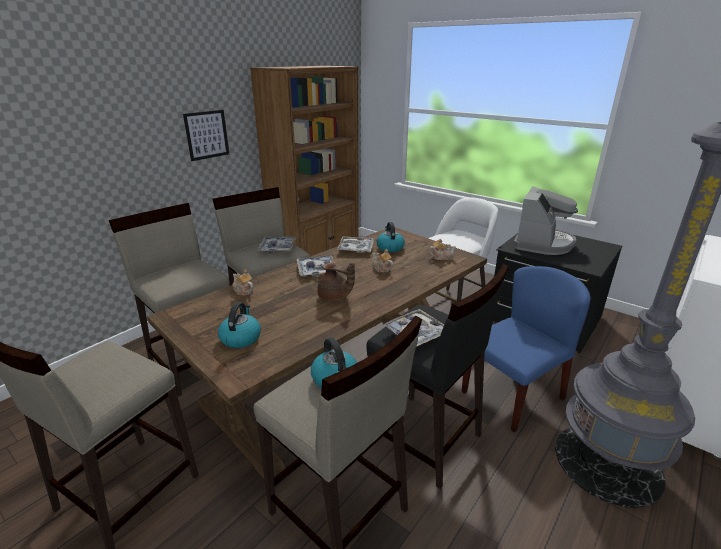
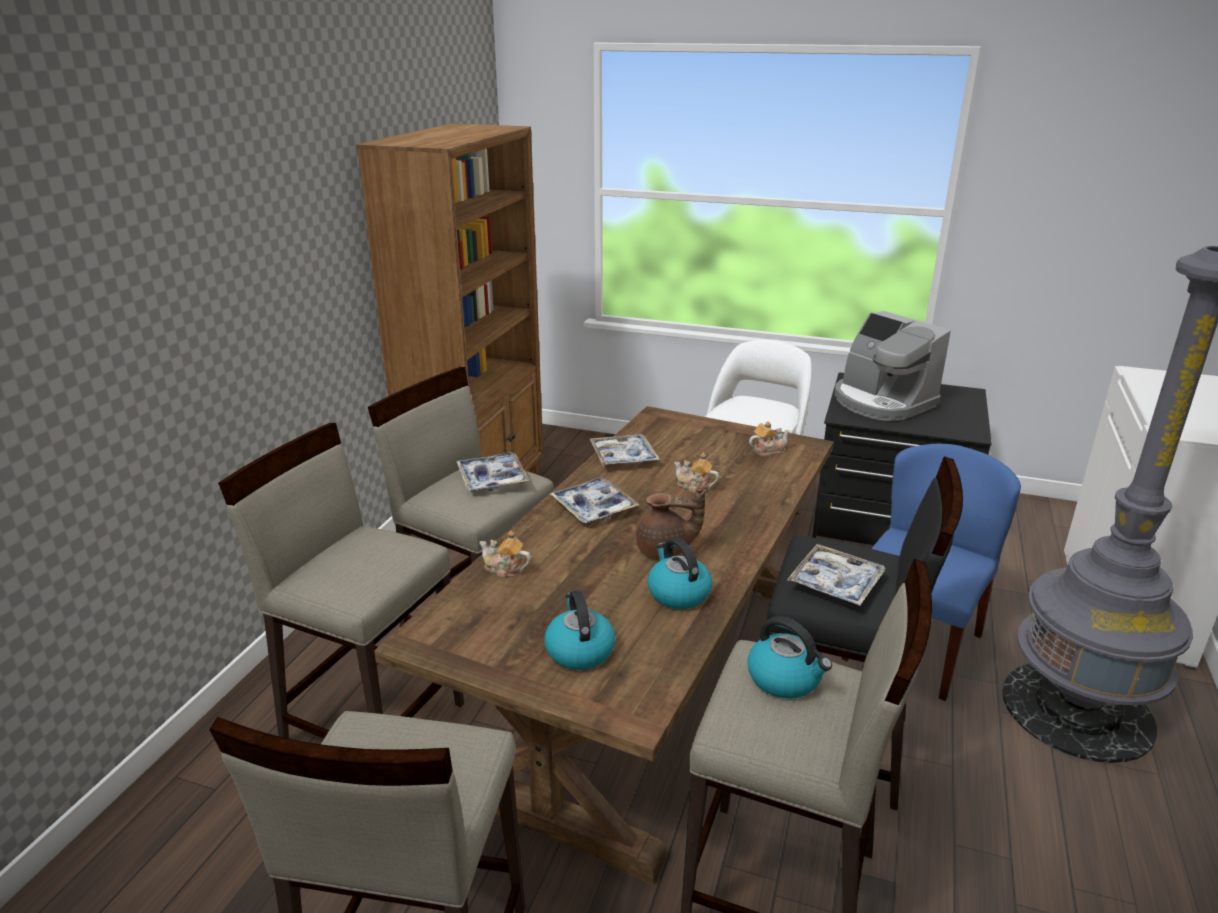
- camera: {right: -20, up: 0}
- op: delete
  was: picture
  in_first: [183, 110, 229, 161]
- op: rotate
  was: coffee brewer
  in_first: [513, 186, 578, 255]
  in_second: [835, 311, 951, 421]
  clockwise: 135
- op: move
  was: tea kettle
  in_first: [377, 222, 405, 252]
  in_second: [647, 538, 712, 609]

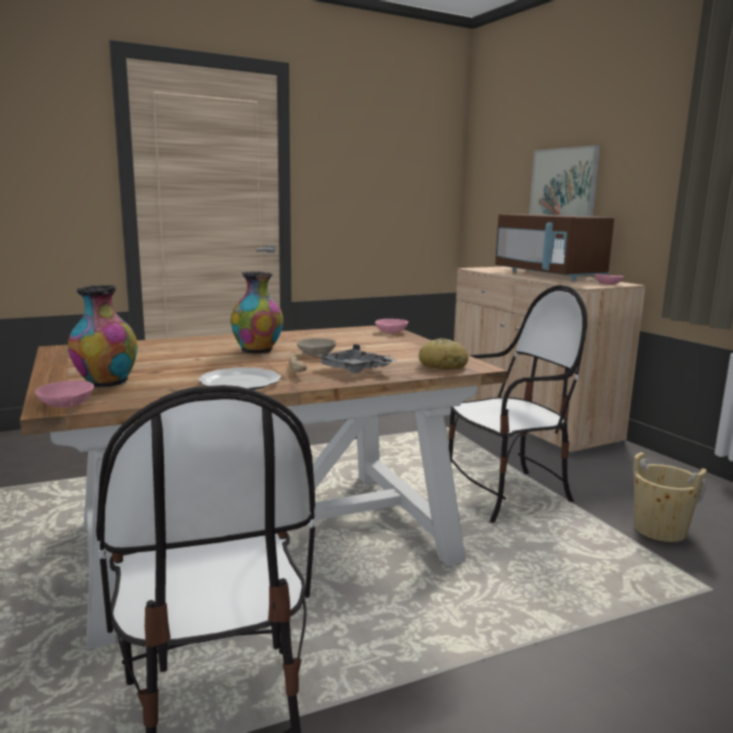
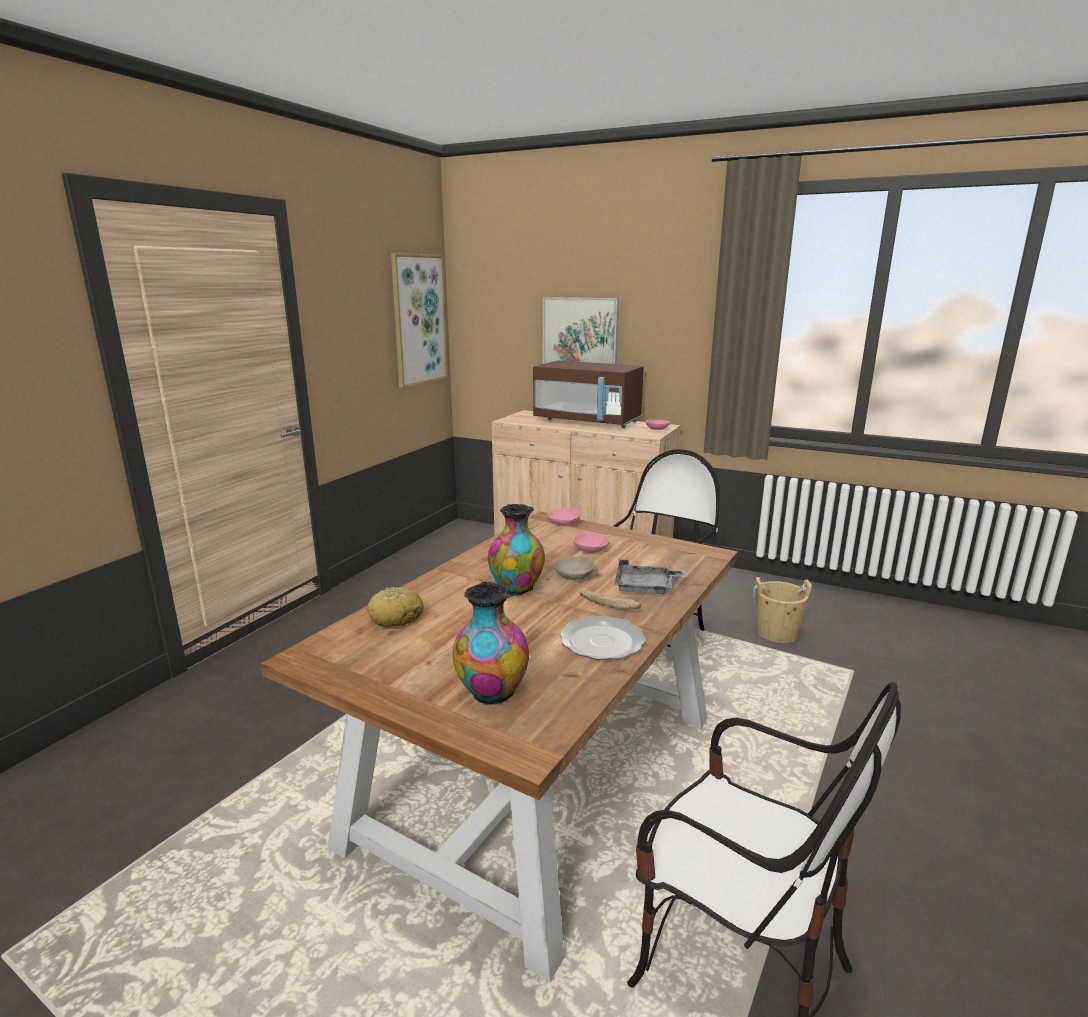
- camera: {right: -35, up: 5}
- op: move
  was: bread
  in_first: [419, 338, 468, 369]
  in_second: [367, 587, 424, 627]
- op: move
  was: pink-coloured serving bowl
  in_first: [35, 381, 94, 407]
  in_second: [573, 532, 609, 553]
- op: insert
  now: picture
  in_second: [391, 253, 448, 388]

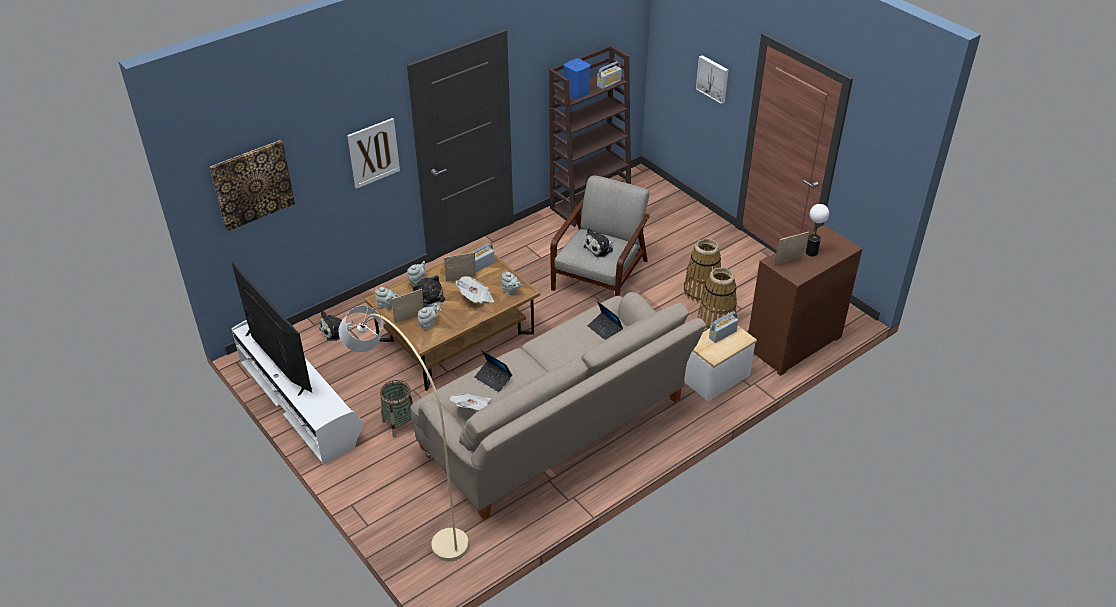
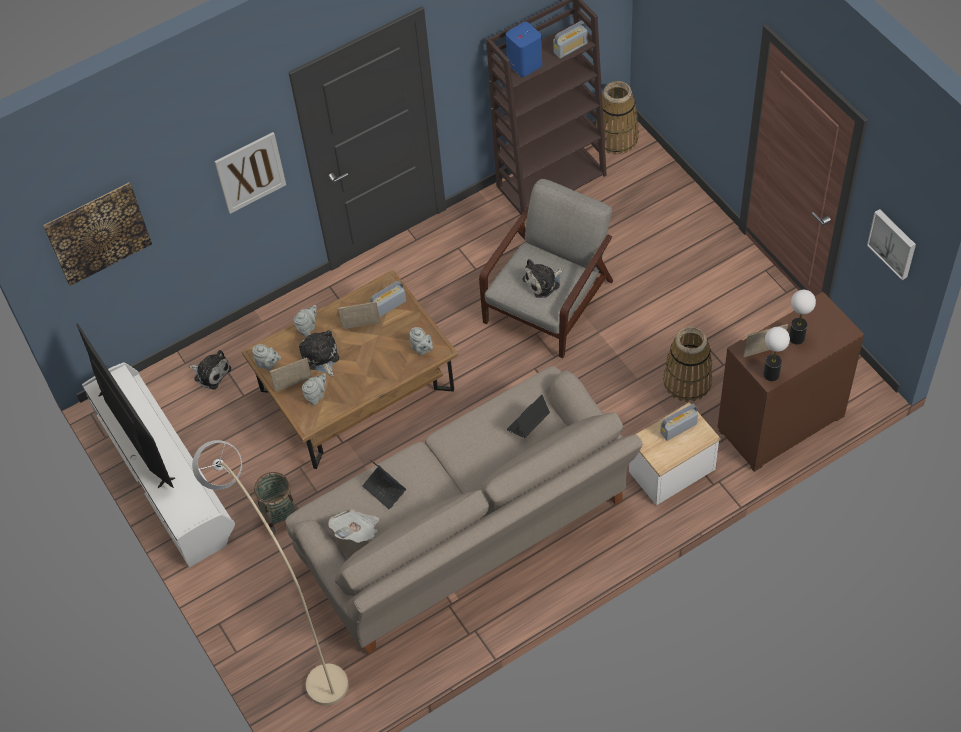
- camera: {right: 10, up: 15}
- op: move
  was: picture
  in_first: [696, 55, 729, 104]
  in_second: [867, 209, 916, 280]
- op: move
  was: basket
  in_first: [684, 239, 721, 302]
  in_second: [596, 81, 639, 155]
- op: delete
  was: newspaper
  in_first: [456, 276, 494, 303]
- op: rotate
  was: notebook computer
  in_first: [588, 301, 623, 340]
  in_second: [507, 394, 550, 438]
  clockwise: 75
- op: rotate
  was: plush toy
  in_first: [319, 310, 353, 341]
  in_second: [189, 350, 231, 390]
  clockwise: -120
- op: insert
  now: lamp for a table
  in_second: [763, 327, 790, 381]

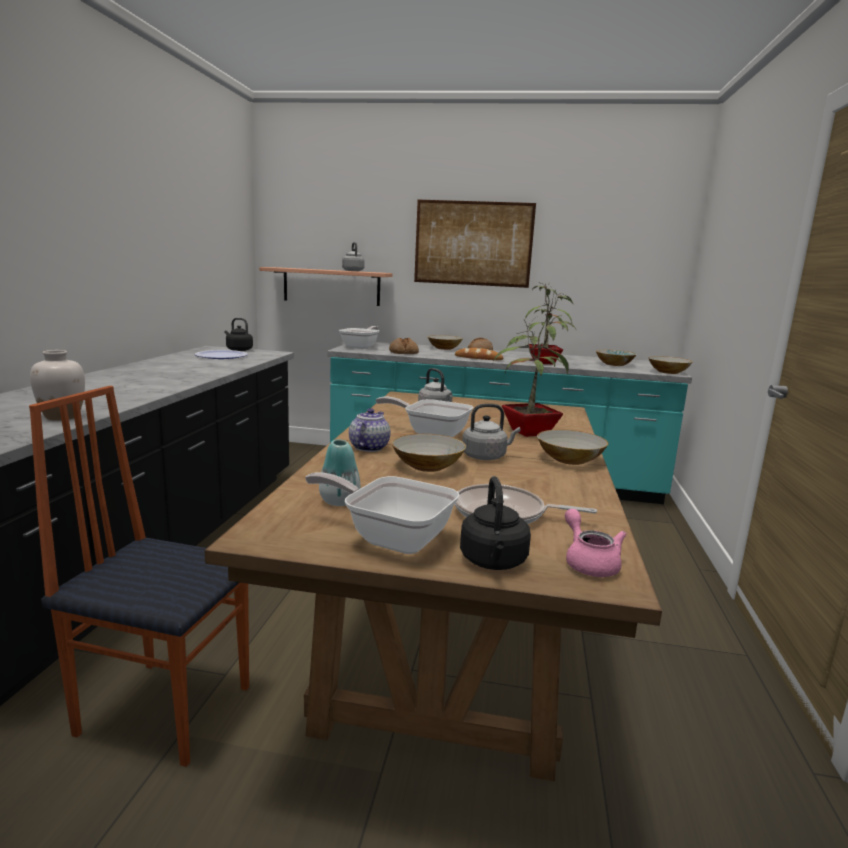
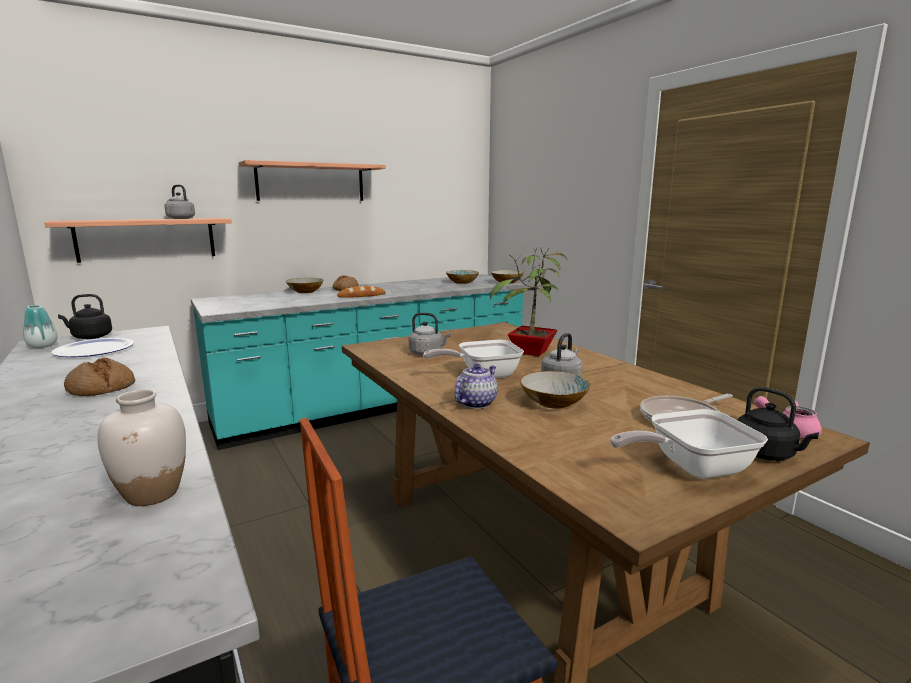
- camera: {right: -40, up: 0}
- op: replace
  was: picture
  now: wall shelf
  in_first: [414, 200, 536, 288]
  in_second: [239, 160, 386, 201]
- op: delete
  was: potted plant
  in_first: [525, 282, 574, 364]
- op: delete
  was: skillet
  in_first: [339, 326, 380, 349]
- op: move
  was: bread
  in_first: [389, 338, 419, 354]
  in_second: [64, 358, 135, 396]
- op: rotate
  was: tea pot
  in_first: [349, 408, 391, 452]
  in_second: [454, 364, 498, 409]
  clockwise: 60
- op: delete
  was: serving bowl
  in_first: [537, 429, 608, 465]
- op: move
  was: decorative vase
  in_first: [319, 439, 361, 506]
  in_second: [23, 305, 58, 348]

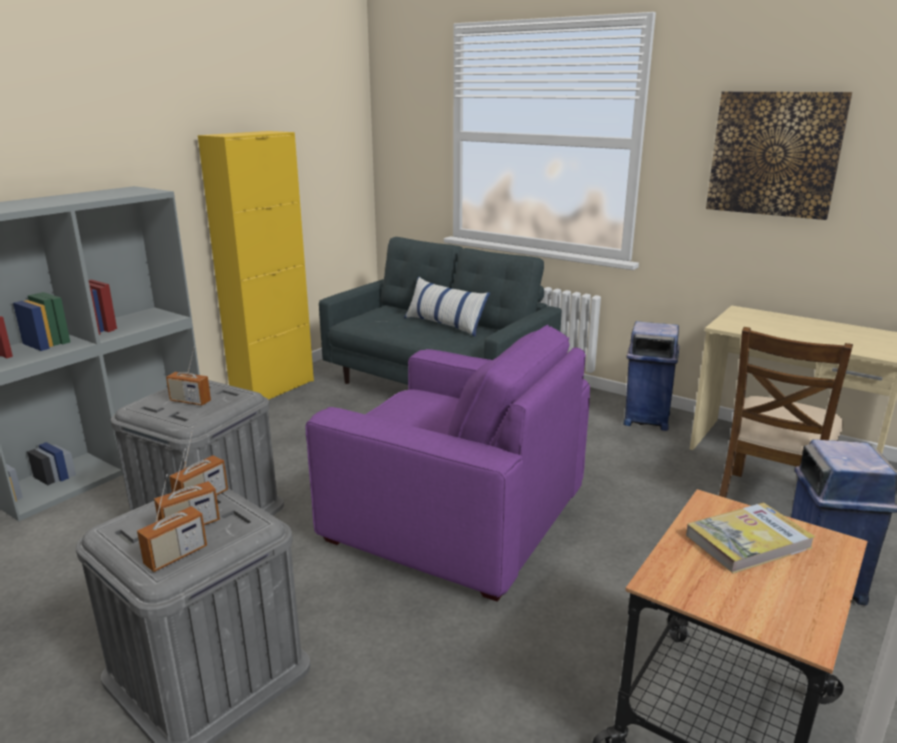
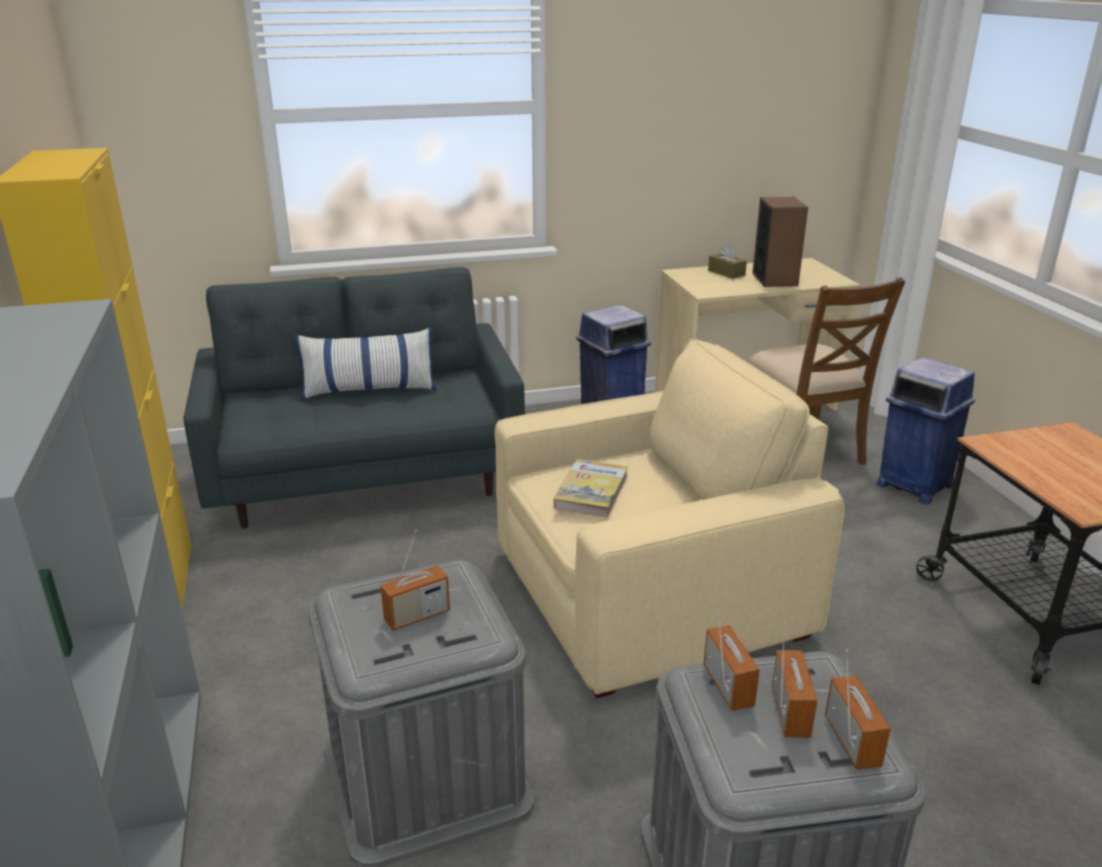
- camera: {right: -50, up: 5}
- op: delete
  was: picture
  in_first: [706, 91, 852, 220]
- op: recolor
  was: purple-coloured lounge chair
  now: sand-coloured lounge chair
  in_first: [306, 325, 590, 602]
  in_second: [495, 339, 845, 698]
- op: move
  was: book
  in_first: [686, 503, 815, 573]
  in_second: [554, 459, 628, 518]
- op: insert
  now: loudspeaker
  in_second: [752, 197, 808, 287]
- op: insert
  now: brown box of tissues
  in_second: [708, 244, 747, 279]

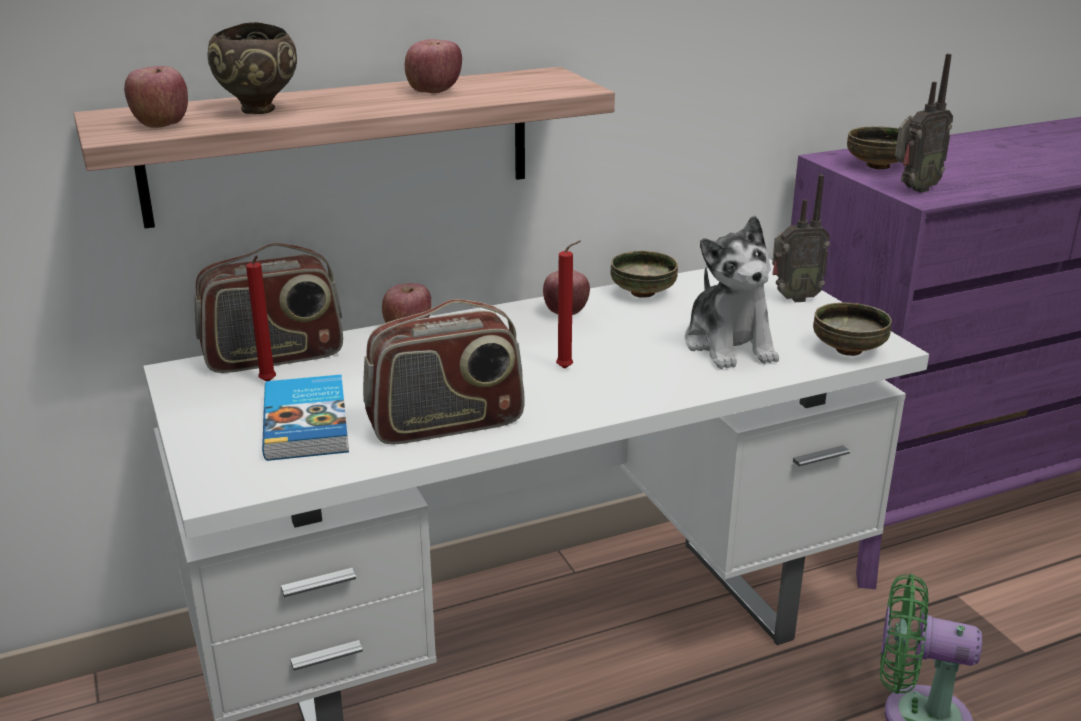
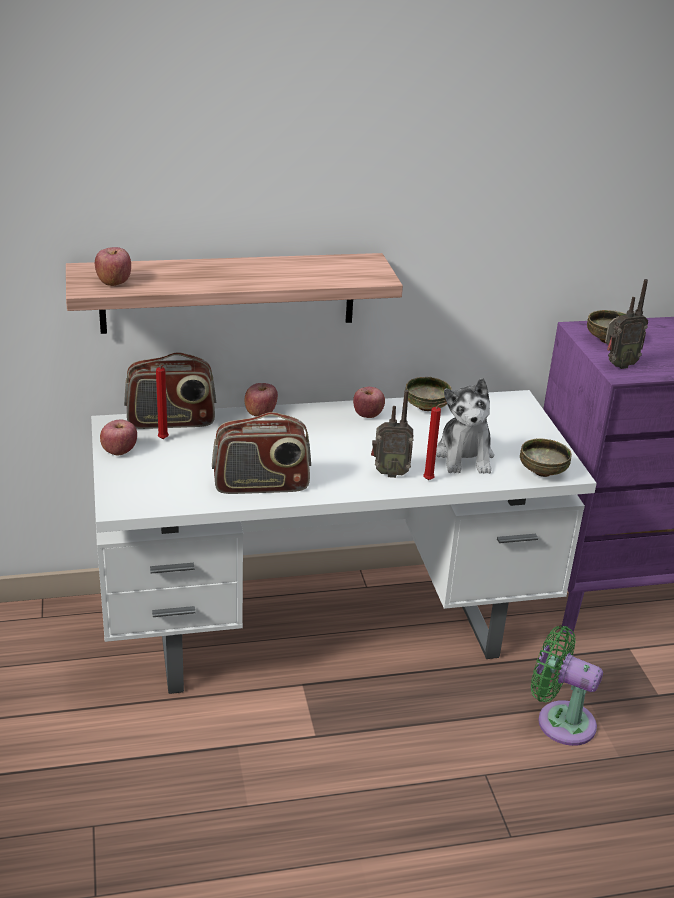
- camera: {right: 10, up: 5}
- op: delete
  was: brown serving bowl
  in_first: [207, 22, 297, 114]
- op: move
  was: apple
  in_first: [405, 39, 462, 93]
  in_second: [100, 420, 137, 455]
- op: move
  was: radio receiver
  in_first: [772, 174, 830, 302]
  in_second: [371, 390, 414, 478]
- op: move
  was: reddish wax light
  in_first: [556, 240, 581, 369]
  in_second: [423, 402, 446, 480]
- op: delete
  was: book
  in_first: [262, 374, 349, 461]

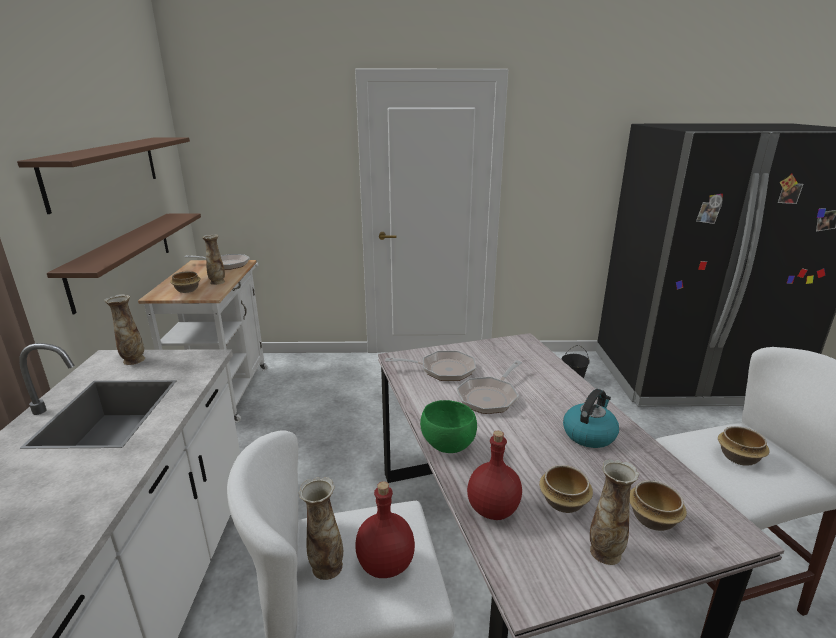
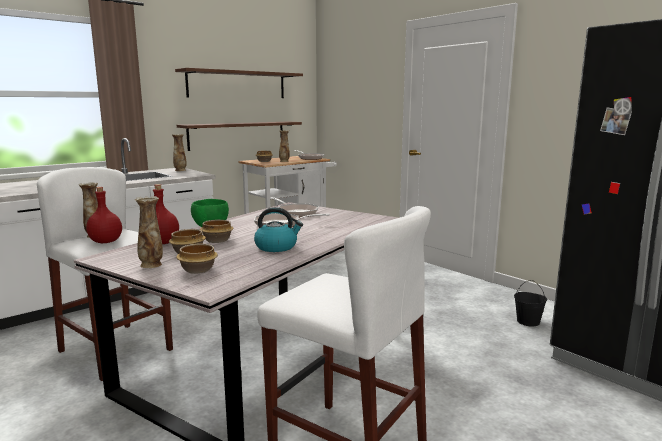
- camera: {right: 50, up: -10}
- op: move
  was: serving bowl
  in_first: [718, 426, 770, 466]
  in_second: [200, 220, 234, 243]

